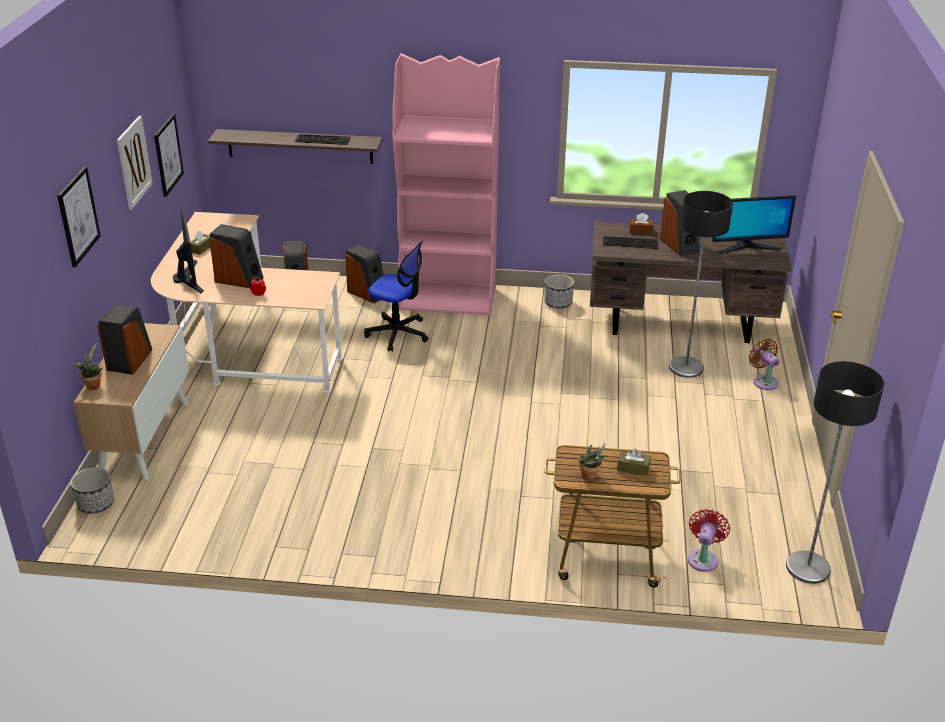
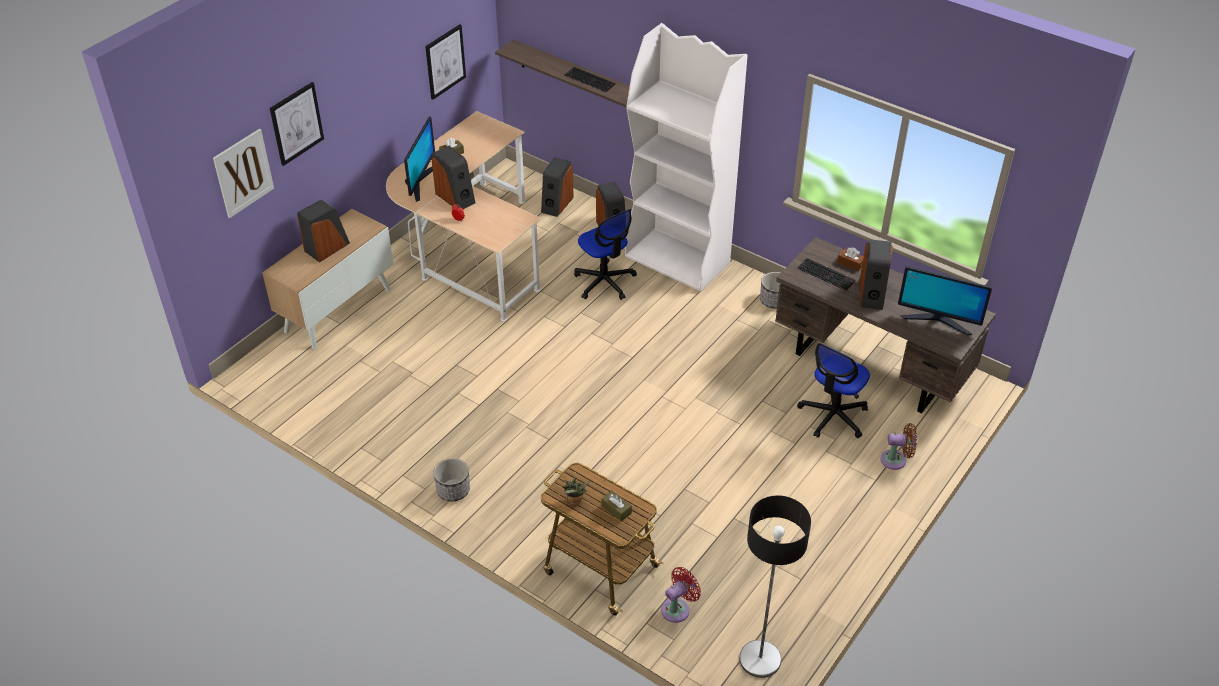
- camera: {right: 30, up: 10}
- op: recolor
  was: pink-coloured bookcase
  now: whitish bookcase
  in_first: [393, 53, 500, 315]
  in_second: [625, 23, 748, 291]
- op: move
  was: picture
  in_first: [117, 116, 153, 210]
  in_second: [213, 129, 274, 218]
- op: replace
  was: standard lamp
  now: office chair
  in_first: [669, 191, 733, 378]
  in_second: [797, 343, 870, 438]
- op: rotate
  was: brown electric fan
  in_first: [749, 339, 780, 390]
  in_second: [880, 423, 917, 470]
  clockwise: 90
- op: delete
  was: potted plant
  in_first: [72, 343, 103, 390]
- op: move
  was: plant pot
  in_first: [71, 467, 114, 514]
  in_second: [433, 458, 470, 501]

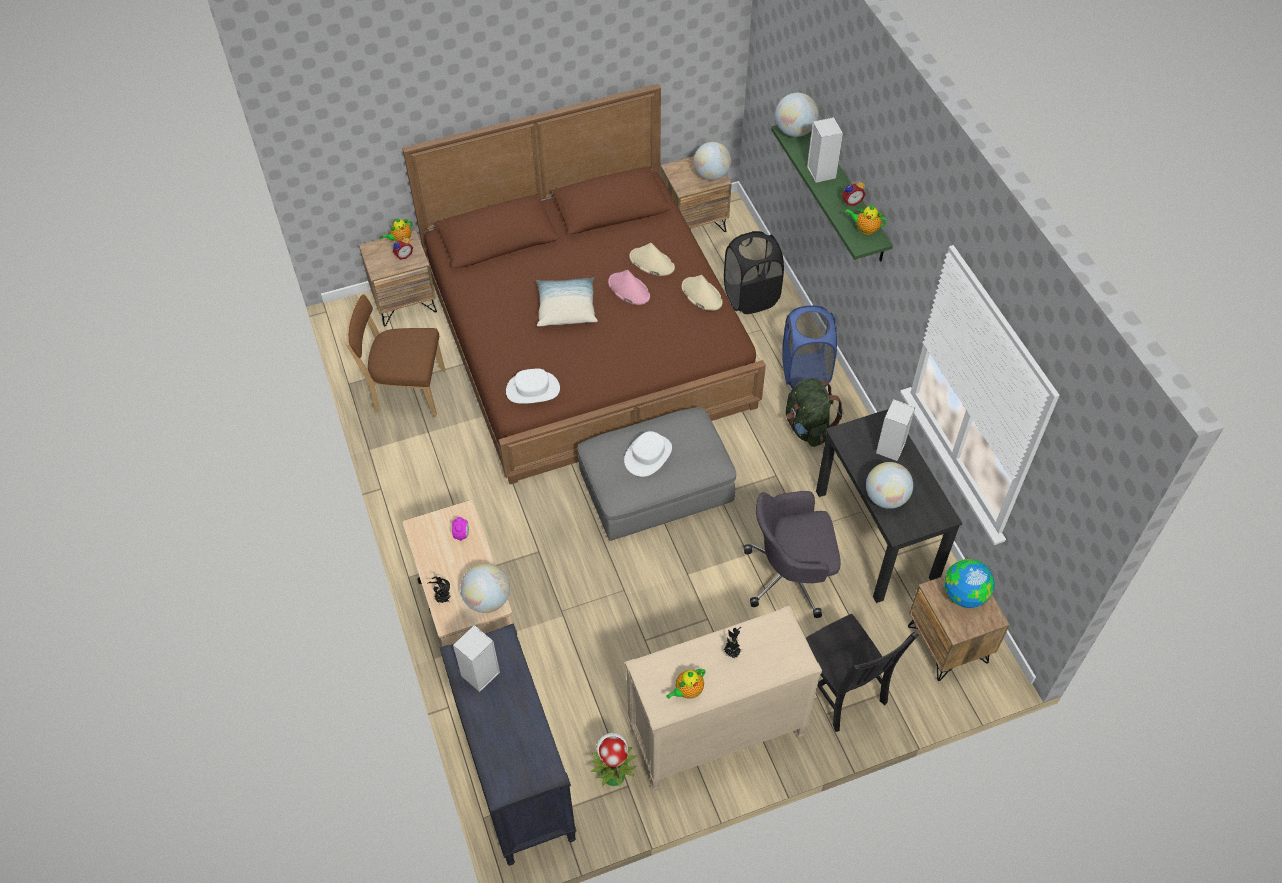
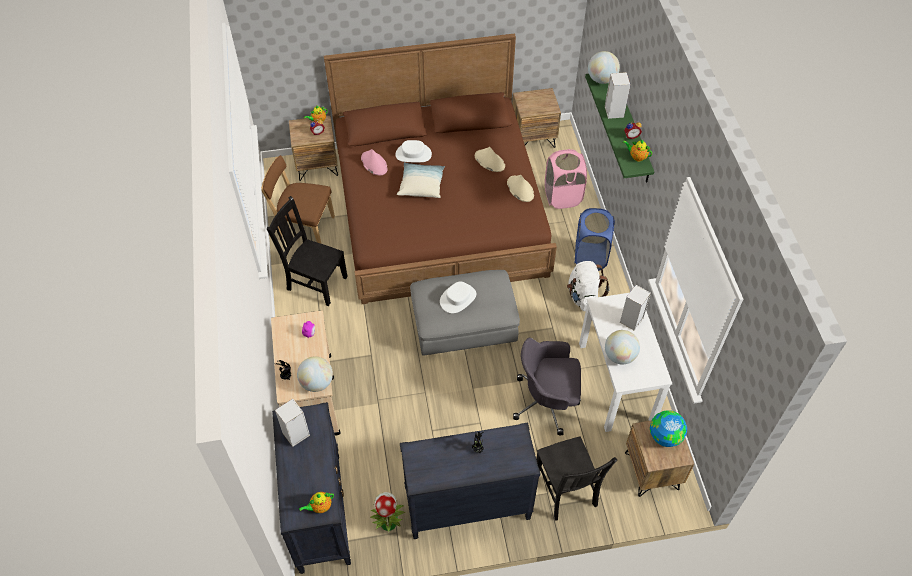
- camera: {right: 10, up: 0}
- op: delete
  was: desk globe
  in_first: [694, 142, 731, 180]
- op: recolor
  was: blackish laundry basket
  now: pink-coloured laundry basket
  in_first: [724, 231, 784, 314]
  in_second: [545, 149, 587, 209]
- op: move
  was: pink-coloured hat
  in_first: [608, 270, 650, 305]
  in_second: [361, 149, 388, 175]
- op: move
  was: whitish hat
  in_first: [506, 369, 560, 404]
  in_second: [395, 140, 432, 162]
- op: recolor
  was: green-coloured rucksack
  now: whitish rucksack
  in_first: [786, 378, 844, 447]
  in_second: [567, 261, 610, 311]
- op: recolor
  was: blackish desk table
  now: whitish desk table
  in_first: [816, 409, 962, 603]
  in_second: [579, 293, 673, 432]
- op: recolor
  was: sand-coloured dresser
  now: blackish dresser
  in_first: [625, 605, 822, 791]
  in_second: [400, 422, 541, 539]
- op: move
  was: tea pot
  in_first: [666, 669, 706, 699]
  in_second: [299, 492, 334, 513]
- op: insert
  now: blackish upright chair
  in_second: [267, 196, 348, 306]

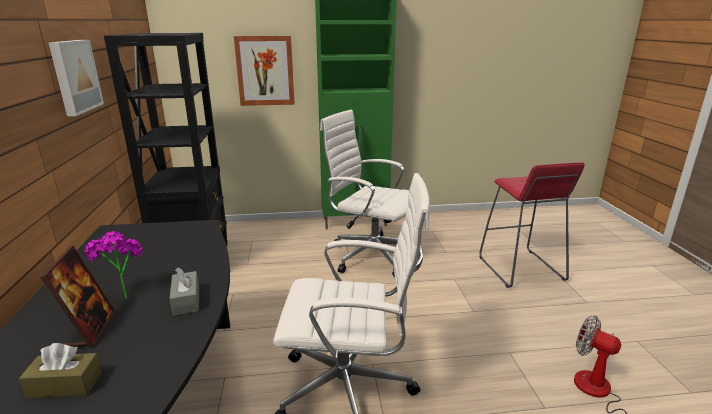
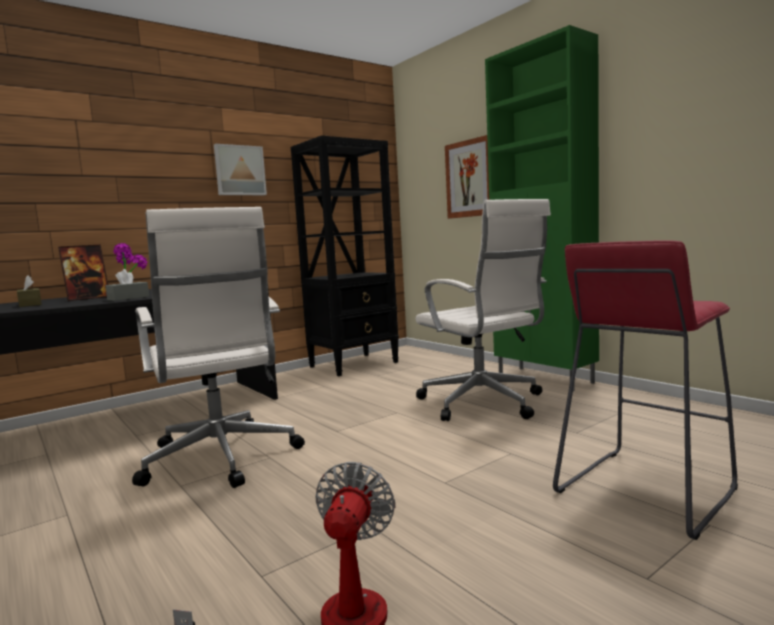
- camera: {right: 60, up: -15}
- op: rotate
  was: whitish office chair
  in_first: [320, 109, 409, 278]
  in_second: [415, 199, 551, 421]
  clockwise: 150

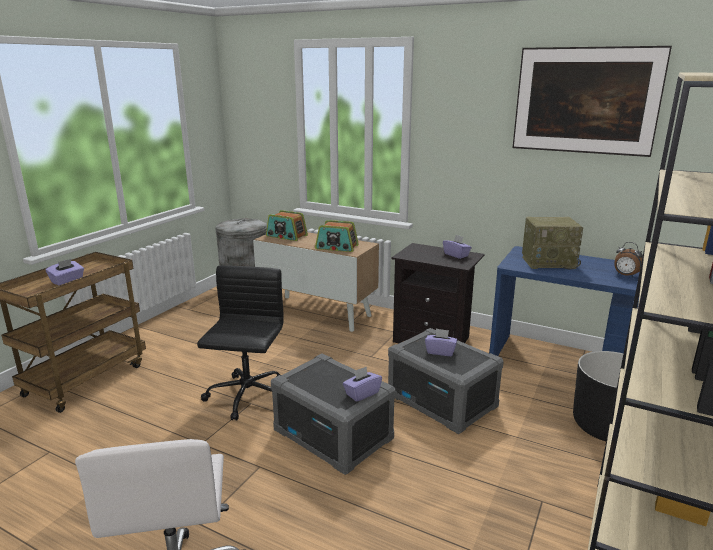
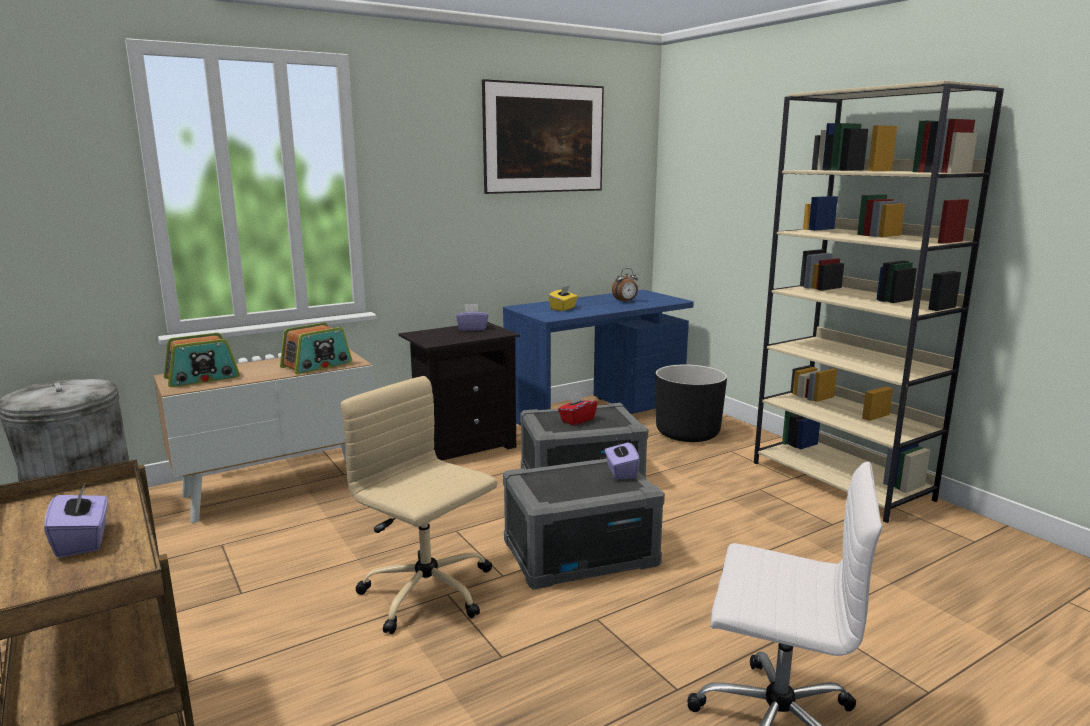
- camera: {right: -60, up: -5}
- op: replace
  was: radio receiver
  now: yellowish box of tissues
  in_first: [522, 217, 583, 270]
  in_second: [548, 286, 578, 311]
- op: recolor
  was: blackish office chair
  now: sand-coloured office chair
  in_first: [197, 265, 284, 421]
  in_second: [341, 376, 497, 634]
- op: recolor
  was: purple-coloured box of tissues
  now: reddish box of tissues
  in_first: [425, 328, 457, 356]
  in_second: [558, 392, 598, 426]

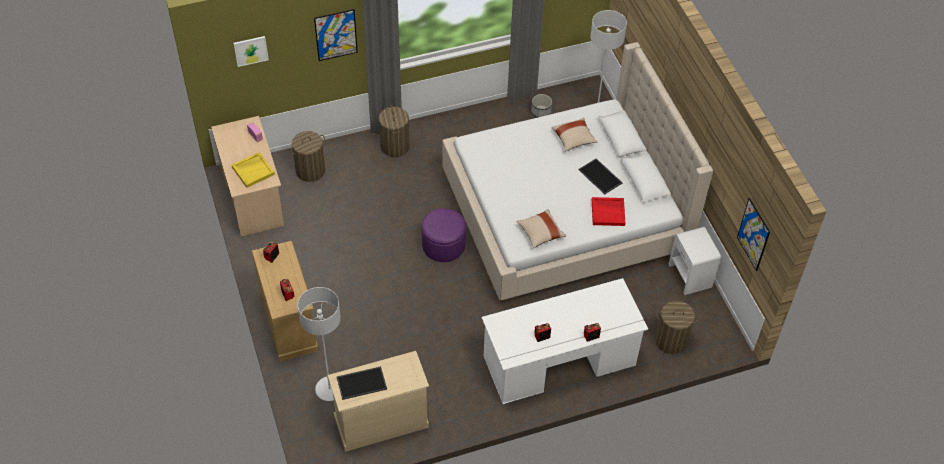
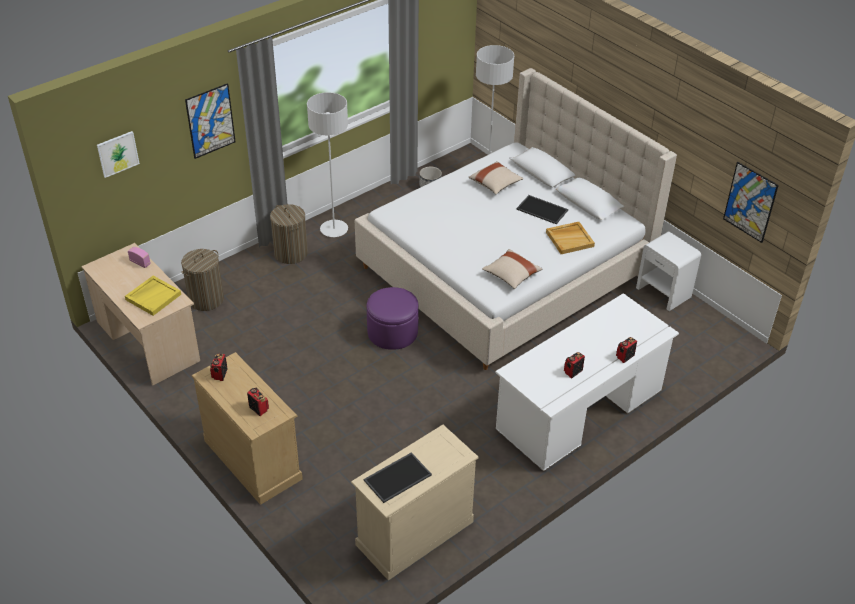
- camera: {right: -20, up: -10}
- op: recolor
  was: reddish serving tray
  now: sand-coloured serving tray
  in_first: [592, 197, 625, 226]
  in_second: [546, 222, 595, 254]
- op: move
  was: greyish standard lamp
  in_first: [298, 287, 341, 401]
  in_second: [307, 92, 348, 237]
- op: delete
  was: laundry basket
  in_first: [655, 301, 699, 354]

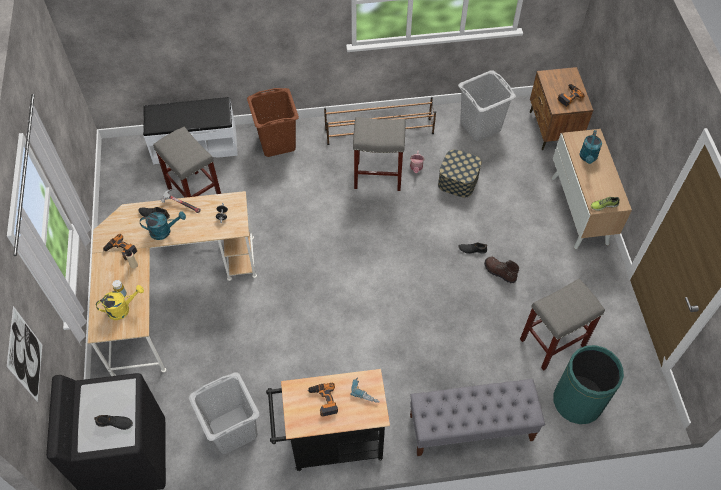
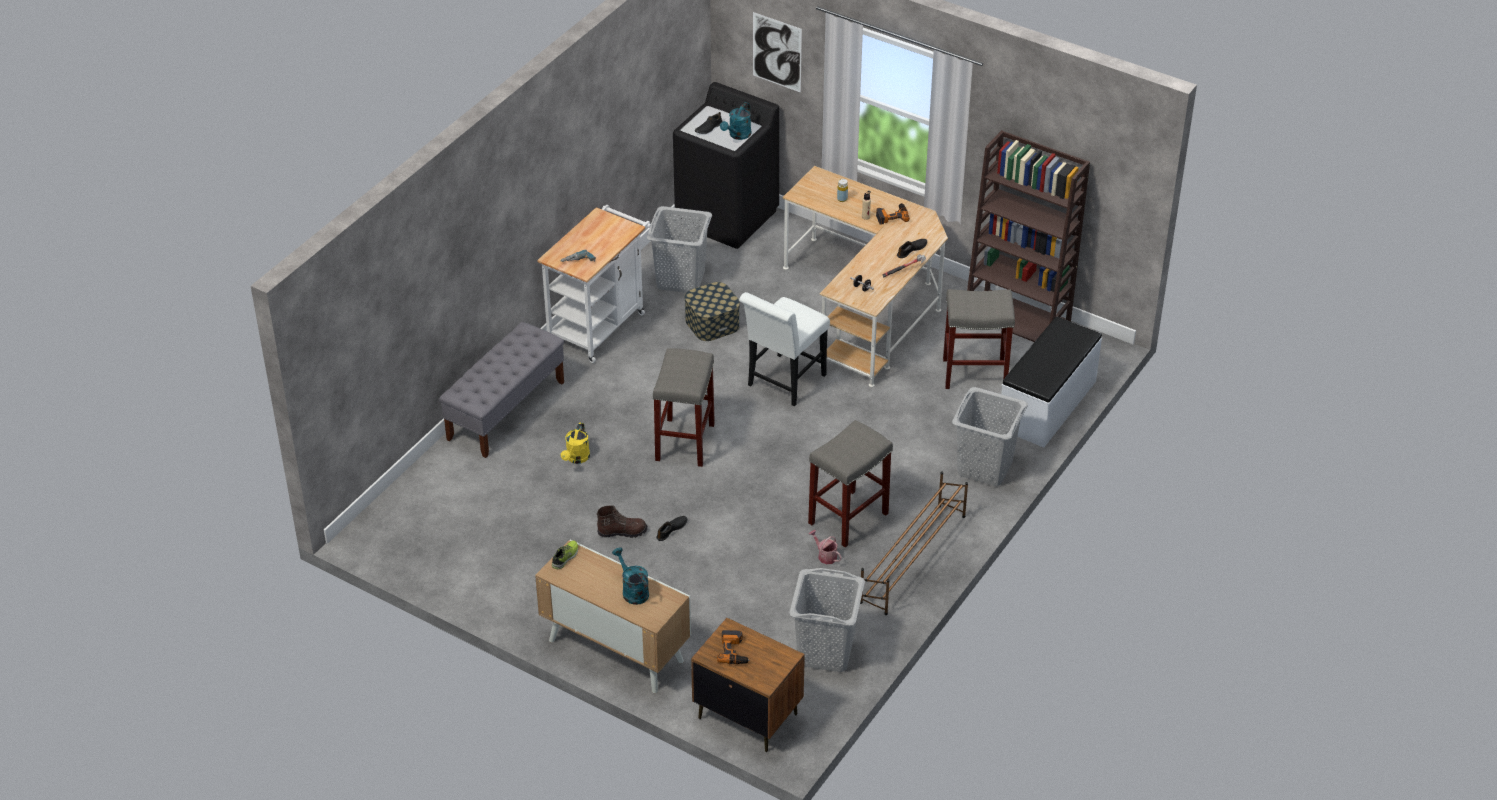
- camera: {right: 130, up: -15}
- op: recolor
  was: brown laundry basket
  now: greyish laundry basket
  in_first: [247, 88, 299, 157]
  in_second: [952, 387, 1028, 486]
- op: move
  was: storage box
  in_first: [438, 150, 482, 198]
  in_second: [684, 282, 740, 341]
- op: move
  was: turquoise-coloured watering pot
  in_first: [140, 211, 186, 240]
  in_second: [720, 102, 751, 140]
- op: move
  was: greyish sitting stool
  in_first: [520, 279, 605, 371]
  in_second: [652, 348, 715, 467]
- op: move
  was: yellowish watering pot
  in_first: [96, 285, 144, 320]
  in_second: [561, 423, 590, 464]
- op: delete
  was: green-coloured trash can
  in_first: [553, 345, 624, 424]
- op: recolor
  was: blackish wheeled cart
  now: whitish wheeled cart
  in_first: [266, 369, 390, 471]
  in_second: [537, 205, 651, 363]
- op: delete
  was: power drill
  in_first: [307, 383, 338, 417]
- op: insert
  now: brown bookcase
  in_second: [967, 130, 1090, 342]
- op: insert
  now: whitish upright chair
  in_second: [739, 292, 830, 406]

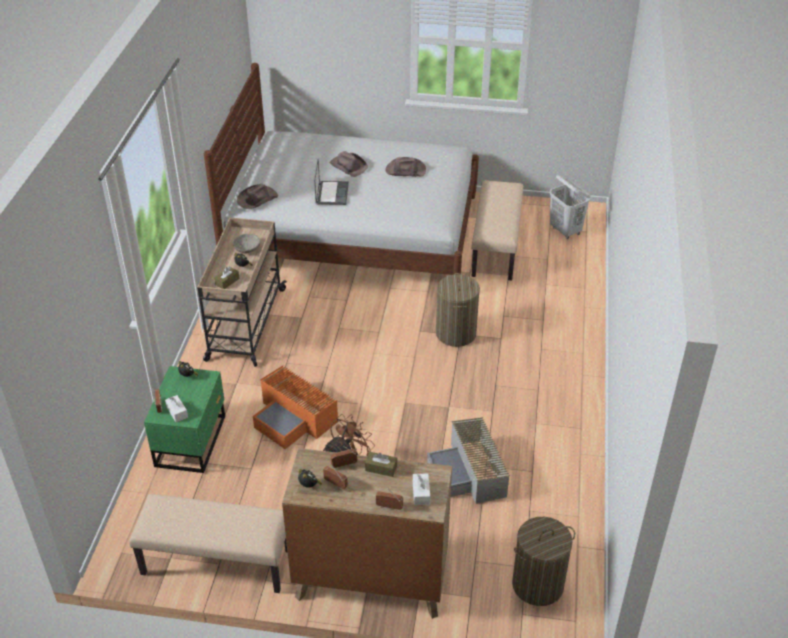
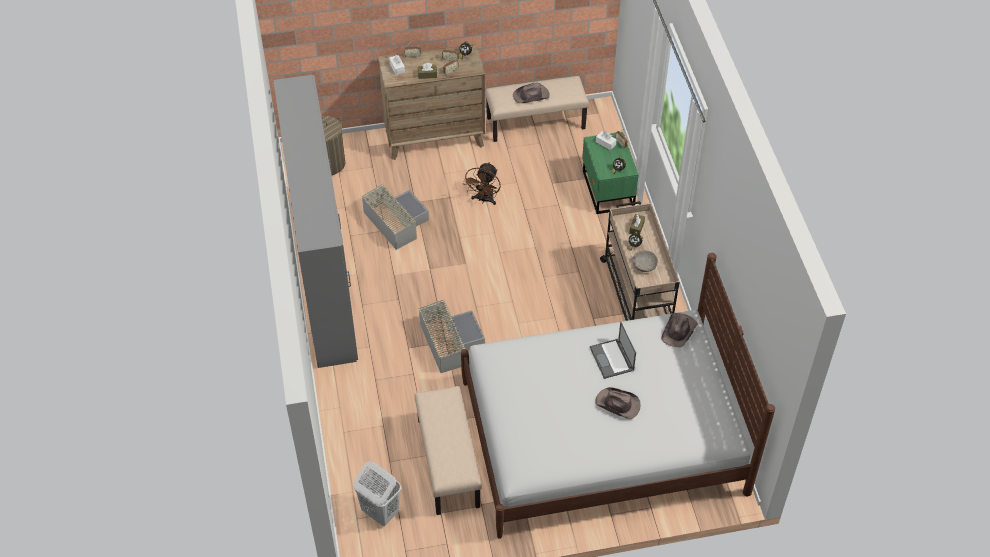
- camera: {right: 160, up: 10}
- op: move
  was: brown hat
  in_first: [386, 157, 426, 177]
  in_second: [513, 82, 550, 103]
- op: replace
  was: laundry basket
  now: greyish storage box
  in_first: [436, 273, 480, 347]
  in_second: [418, 299, 485, 373]
- op: delete
  was: orange storage box
  in_first: [253, 366, 338, 449]
- op: insert
  now: greyish armoire
  in_second: [273, 75, 358, 368]

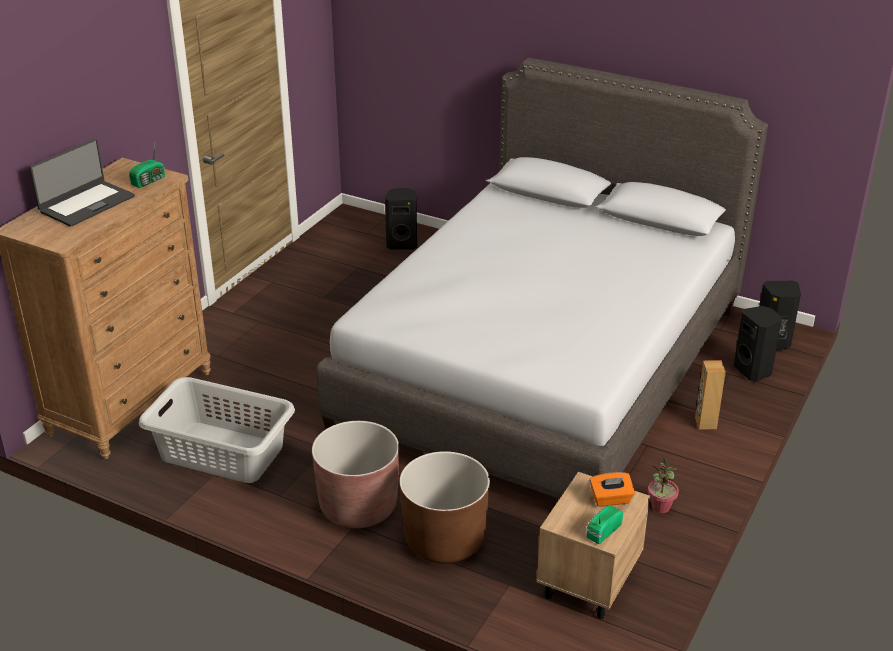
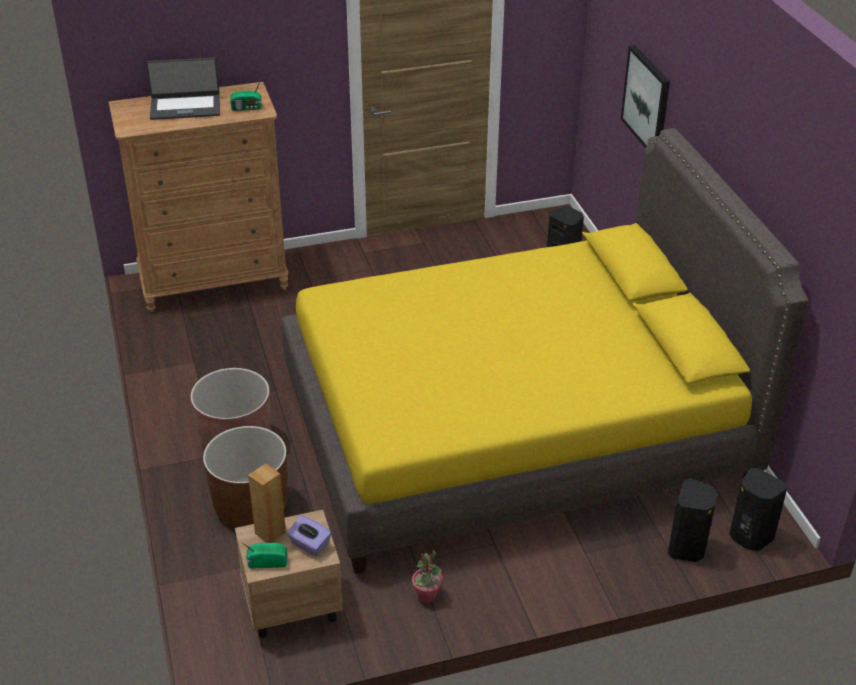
- camera: {right: 45, up: 5}
- op: recolor
  was: greyish bed
  now: yellowish bed
  in_first: [316, 58, 768, 499]
  in_second: [281, 128, 809, 574]
- op: move
  was: brown loudspeaker
  in_first: [695, 360, 726, 430]
  in_second: [248, 463, 286, 543]
- op: delete
  was: greyish laundry basket
  in_first: [139, 377, 295, 483]
- op: recolor
  was: orange box of tissues
  now: purple-coloured box of tissues
  in_first: [590, 472, 635, 507]
  in_second: [287, 516, 331, 556]
- op: insert
  now: picture
  in_second: [621, 45, 670, 148]

